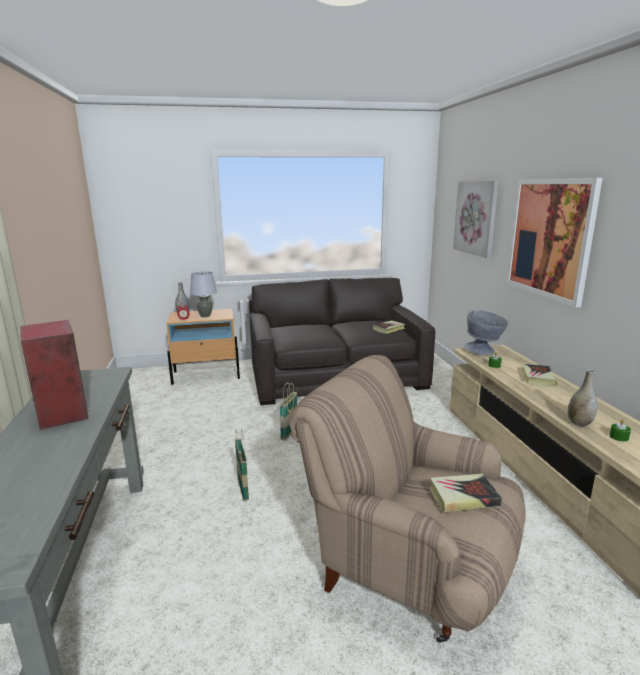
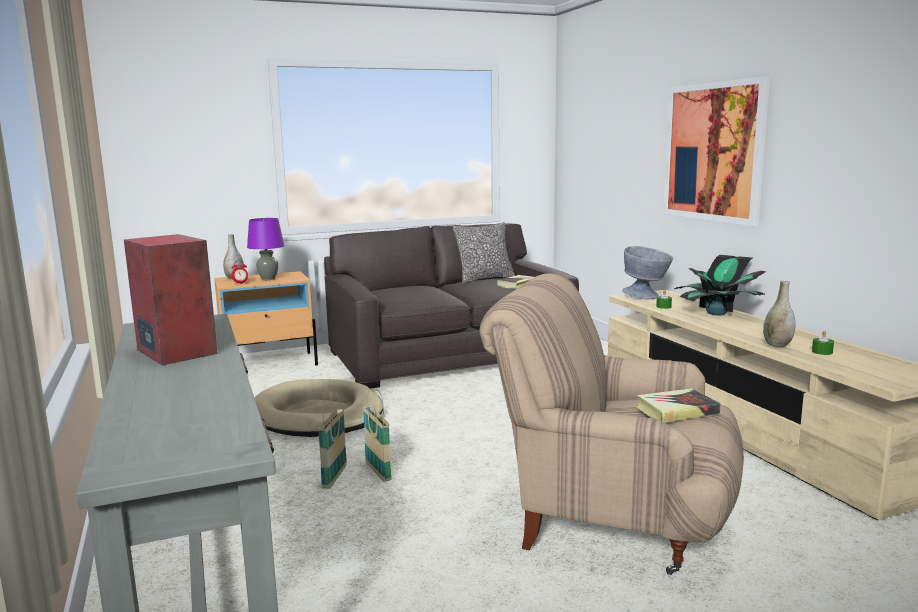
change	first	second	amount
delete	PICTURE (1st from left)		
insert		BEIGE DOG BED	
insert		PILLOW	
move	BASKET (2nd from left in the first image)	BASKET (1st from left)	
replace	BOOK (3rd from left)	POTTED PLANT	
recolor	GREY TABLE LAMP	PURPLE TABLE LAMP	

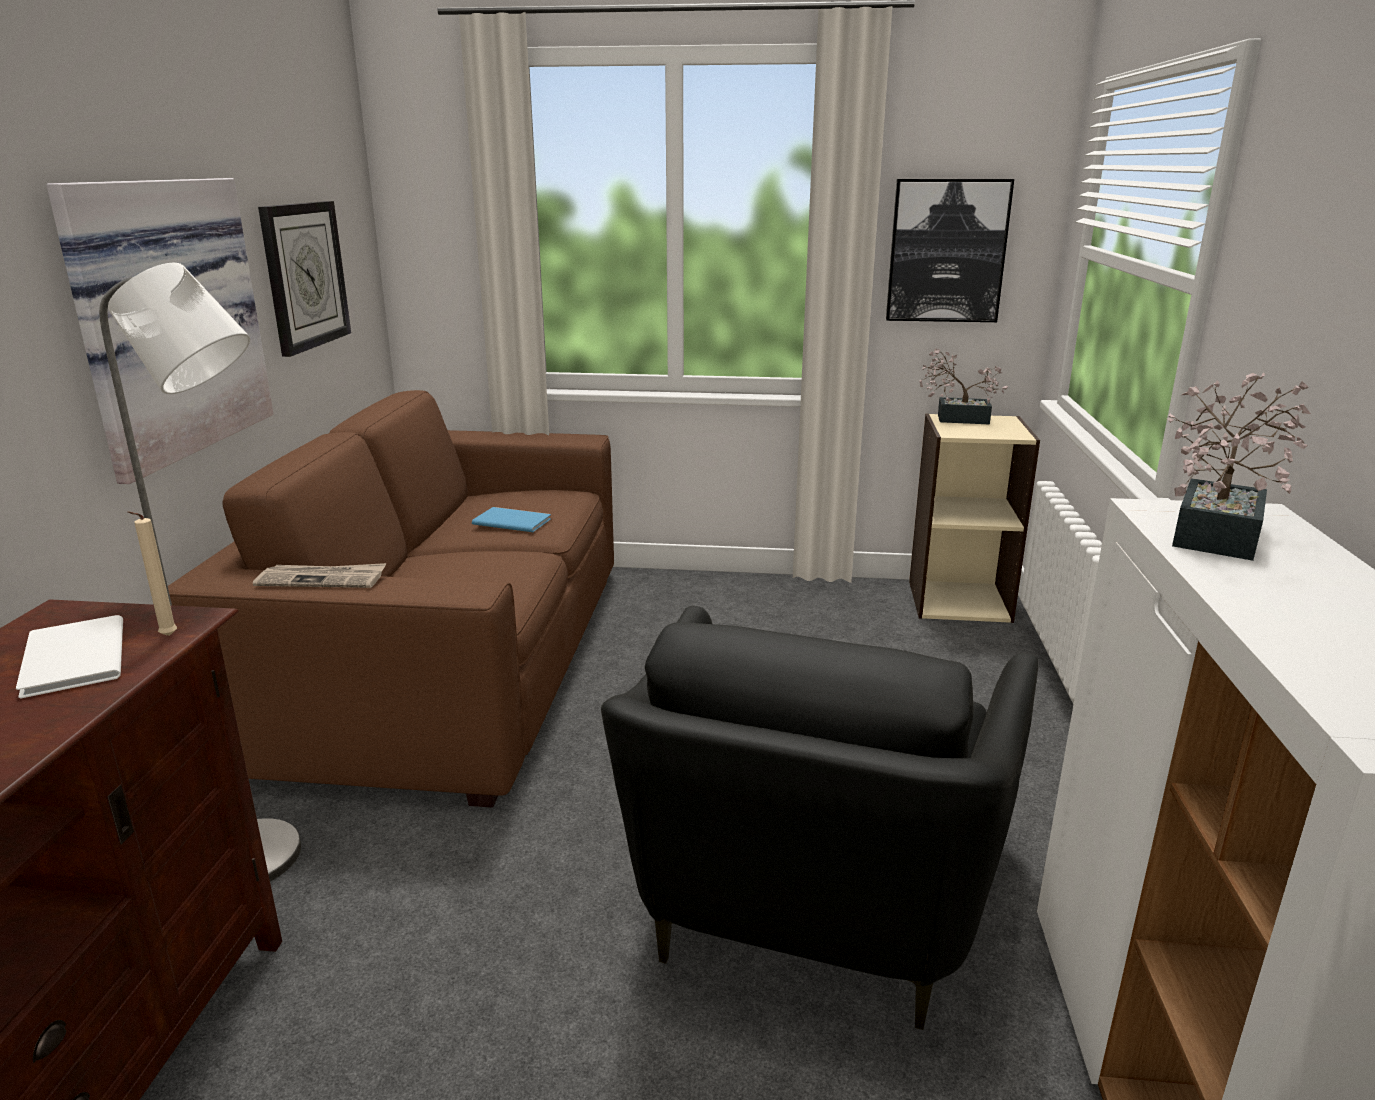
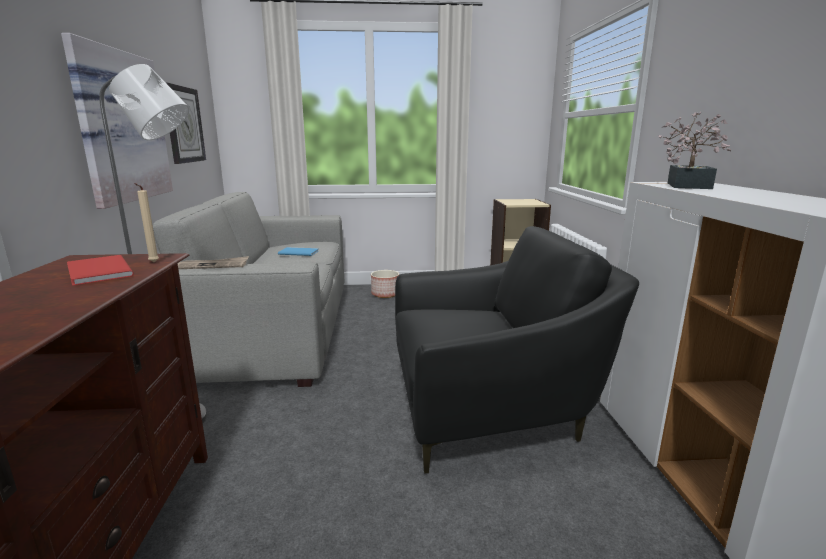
change	first	second	amount
delete	PICTURE (2nd from left)		
delete	POTTED PLANT (1st from left)		
insert		PLANTER	
recolor	WHITE BOOK	RED BOOK	
recolor	BROWN SOFA	GREY SOFA	
rotate	BLACK ARMCHAIR		105 degrees counterclockwise

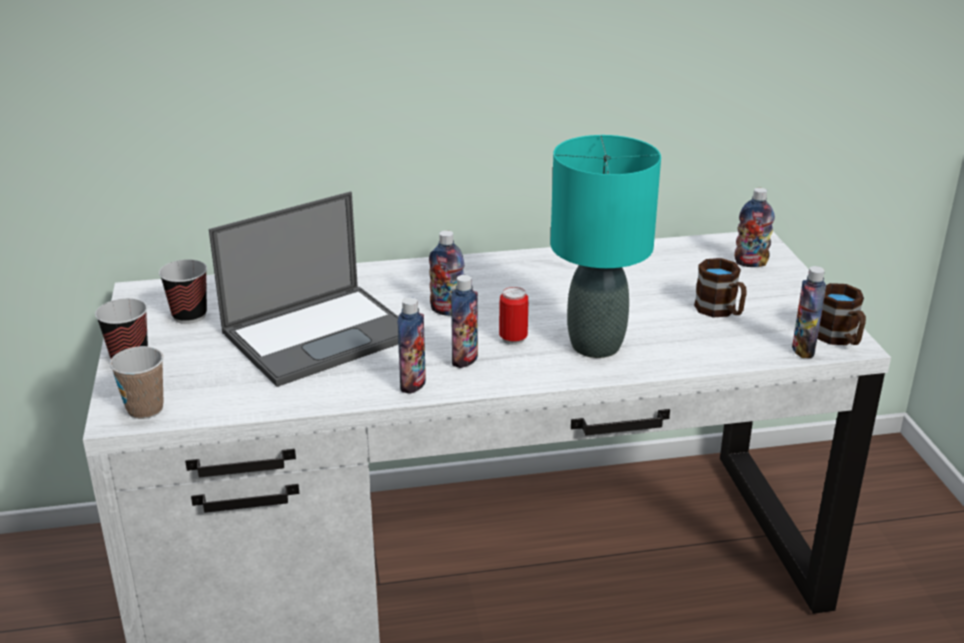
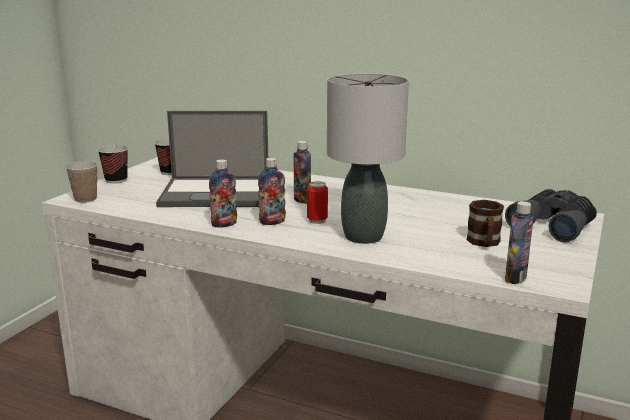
change	first	second	amount
delete	BROWN MUG (2nd from left)		
replace	BOTTLE (4th from left)	GREY BINOCULARS	
recolor	TURQUOISE TABLE LAMP	GREY TABLE LAMP	

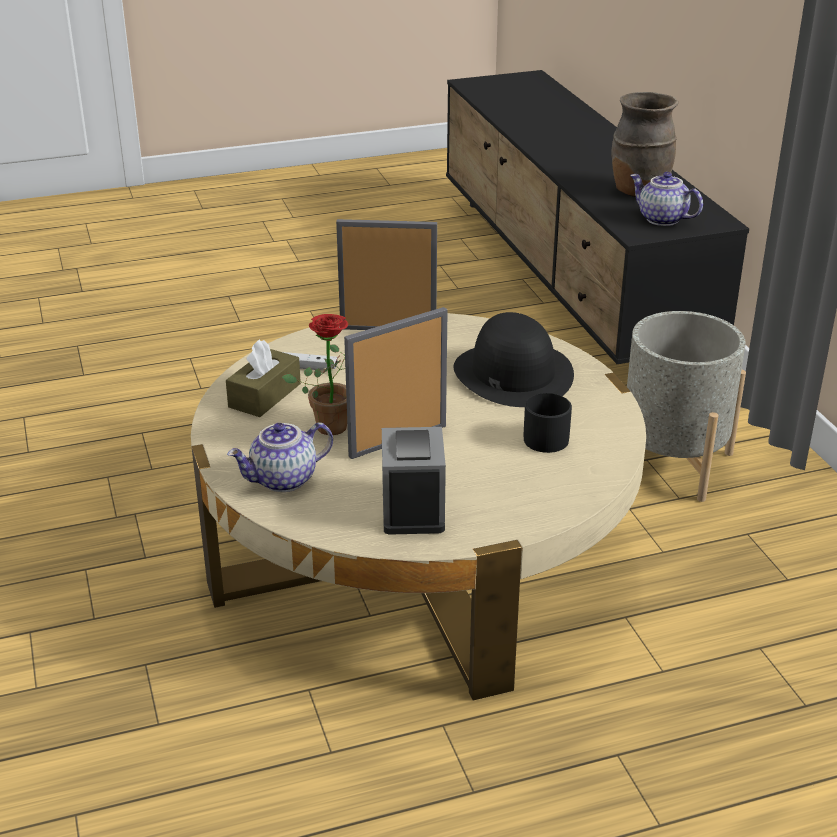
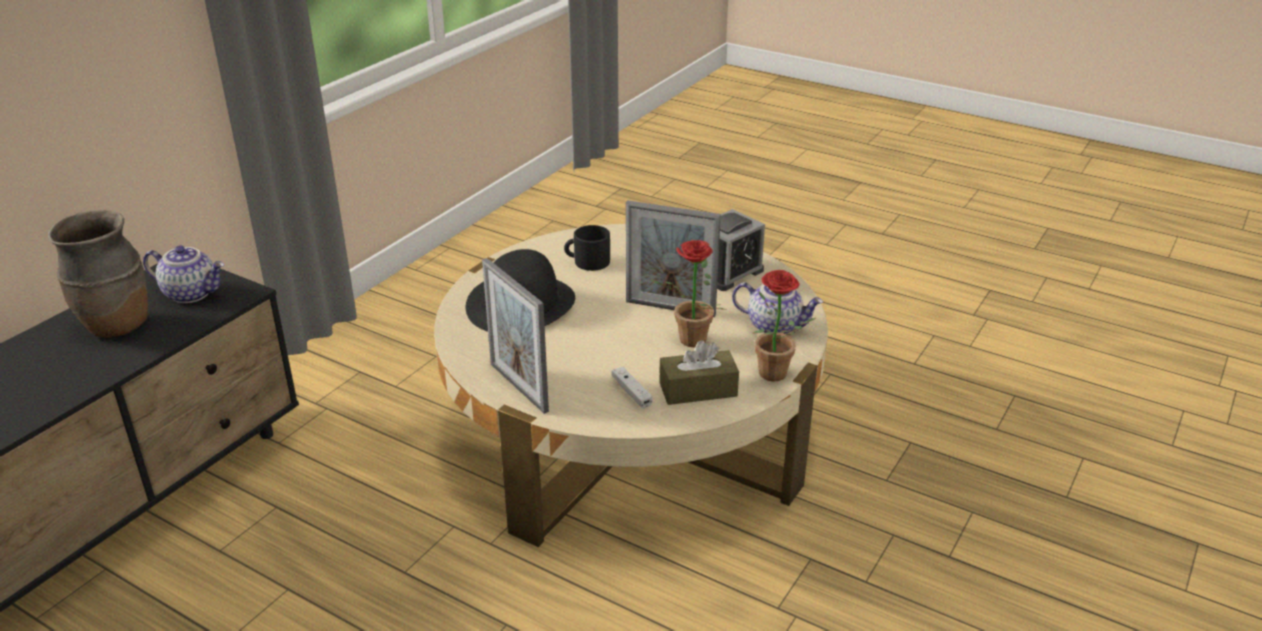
change	first	second	amount
delete	GREY PLANTER		
insert		POTTED PLANT (2nd from left)	
rotate	TEAPOT (2nd from left in the first image)	TEAPOT (1st from left)	75 degrees counterclockwise

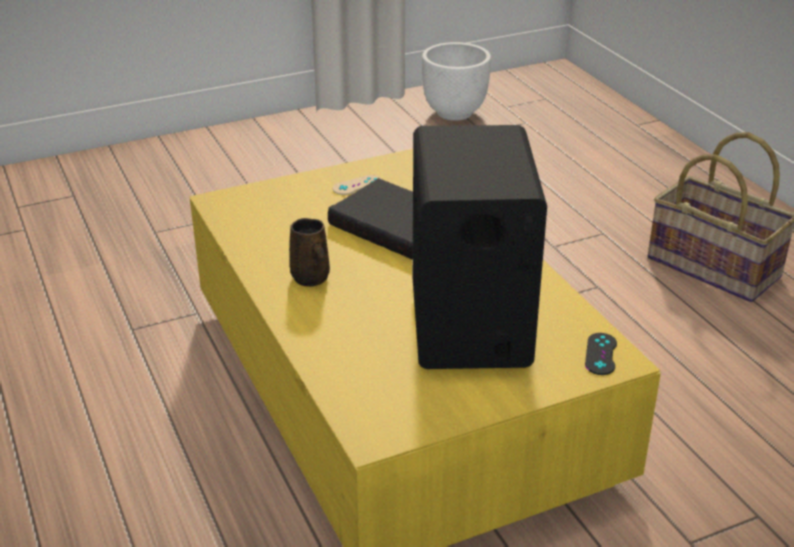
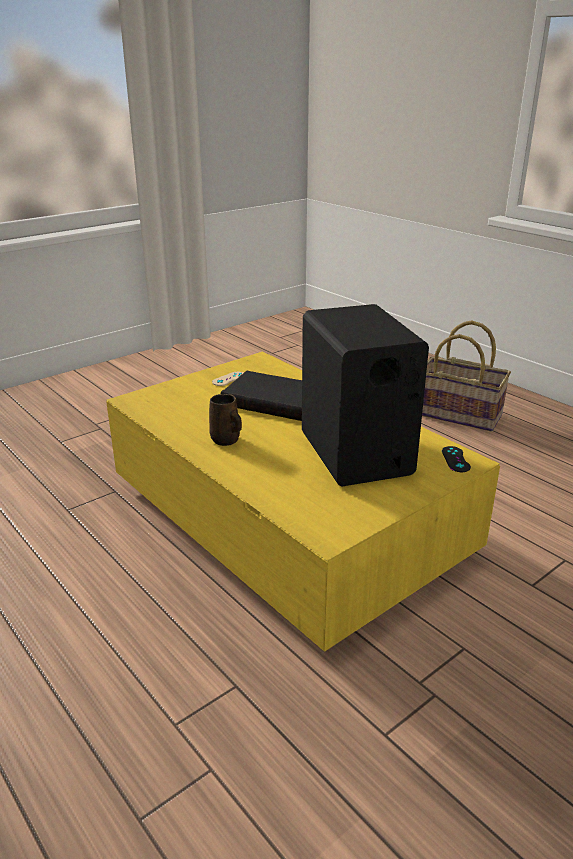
change	first	second	amount
delete	WHITE PLANTER		

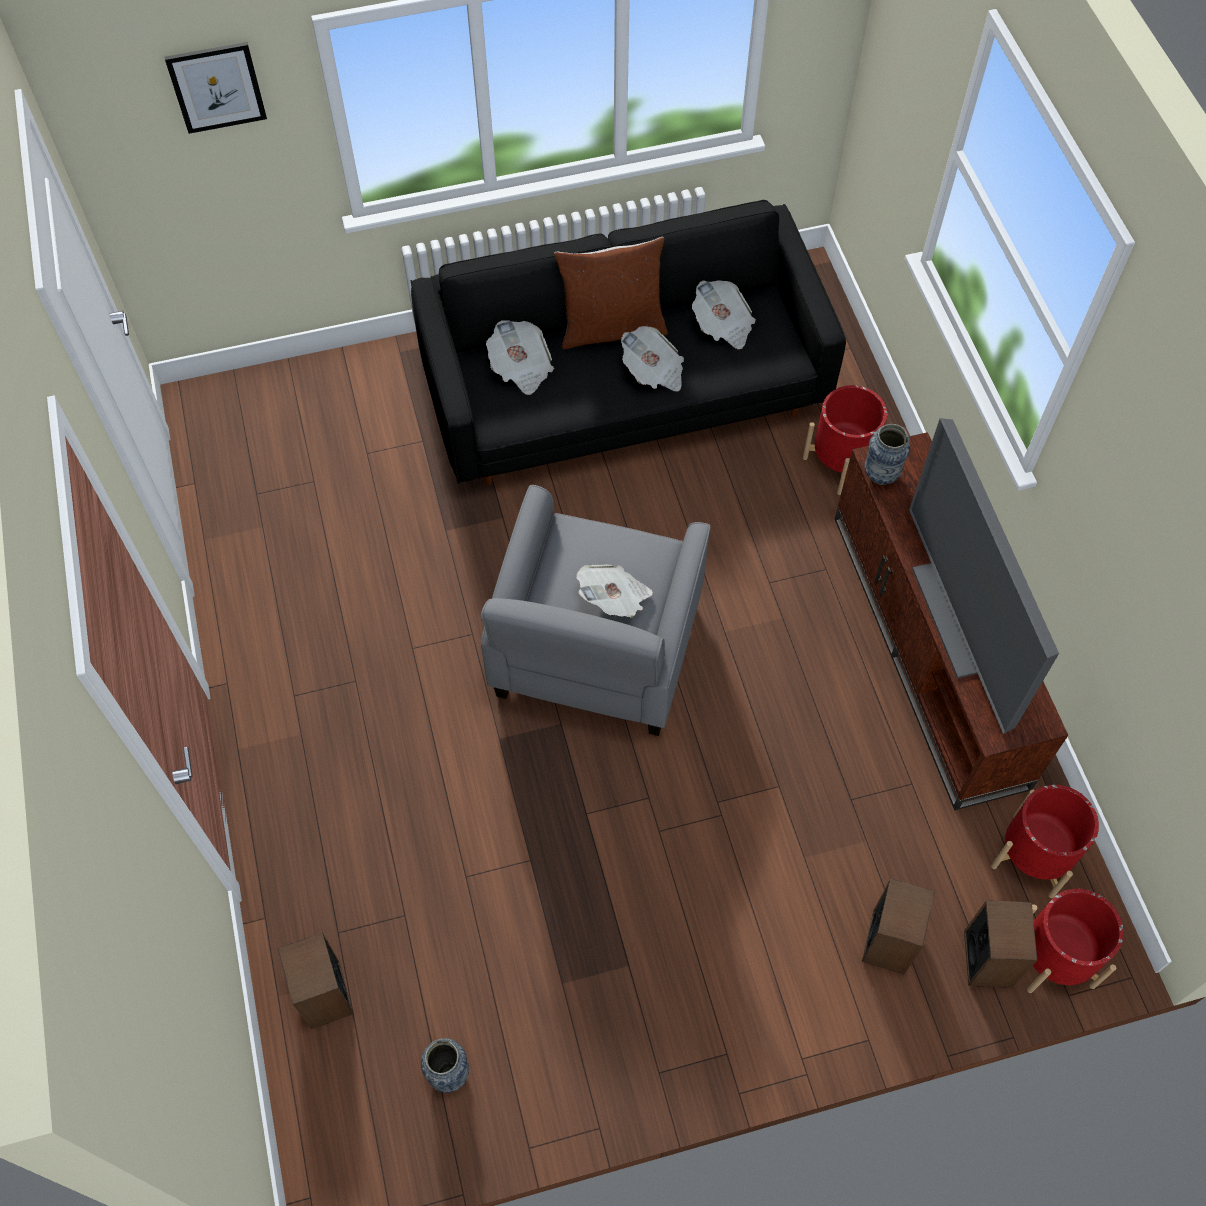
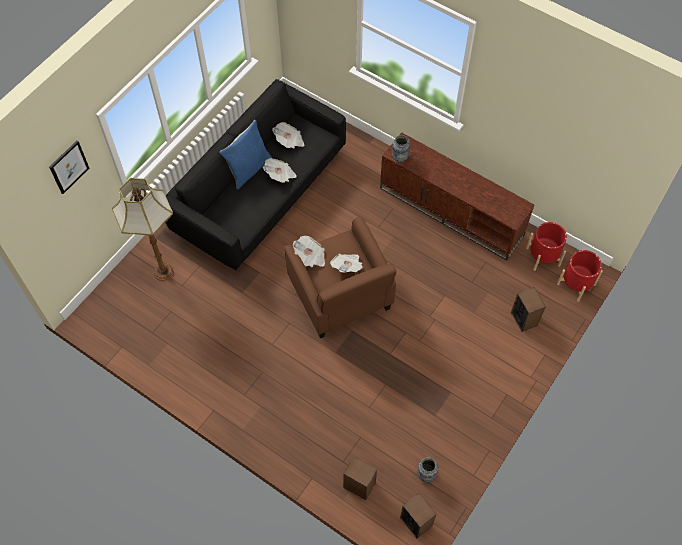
change	first	second	amount
delete	RED PLANTER (1st from left)		
delete	TELEVISION		
insert		FLOOR LAMP	
move	NEWSPAPER (1st from left in the first image)	NEWSPAPER (3rd from left)	
move	SPEAKER (3rd from left in the first image)	SPEAKER (2nd from left)	
recolor	GREY ARMCHAIR	BROWN ARMCHAIR	
recolor	BROWN PILLOW	BLUE PILLOW	

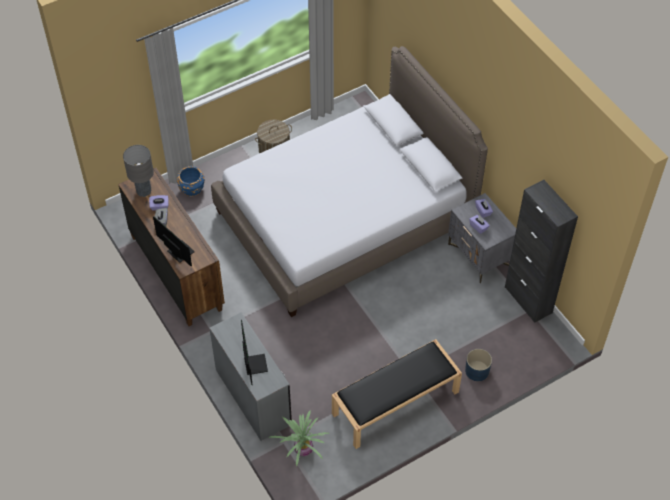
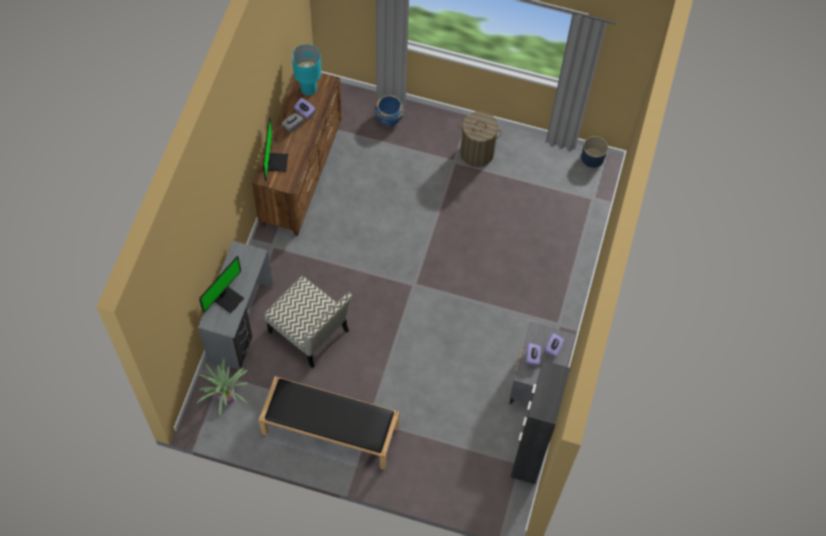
change	first	second	amount
delete	BED		
insert		CHAIR	
move	BLUE PLANTER (2nd from left)		
recolor	GREY TABLE LAMP	TURQUOISE TABLE LAMP	

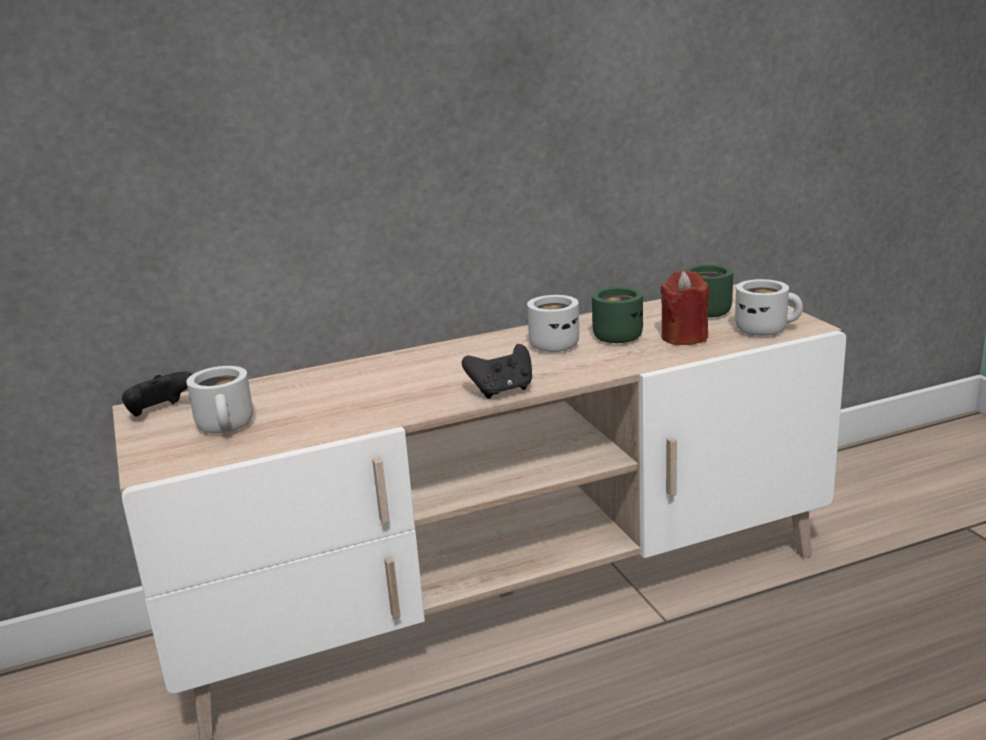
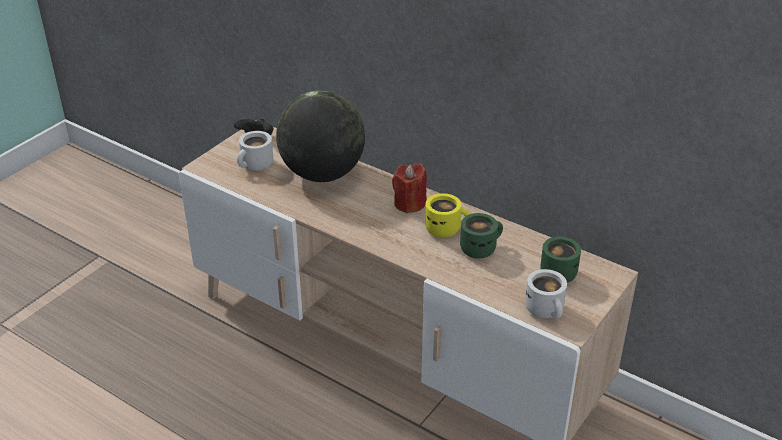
change	first	second	amount
delete	BLACK GAME CONTROLLER (2nd from left)		
insert		GLOBE	
move	RED CANDLE		
recolor	WHITE MUG (2nd from left)	YELLOW MUG	

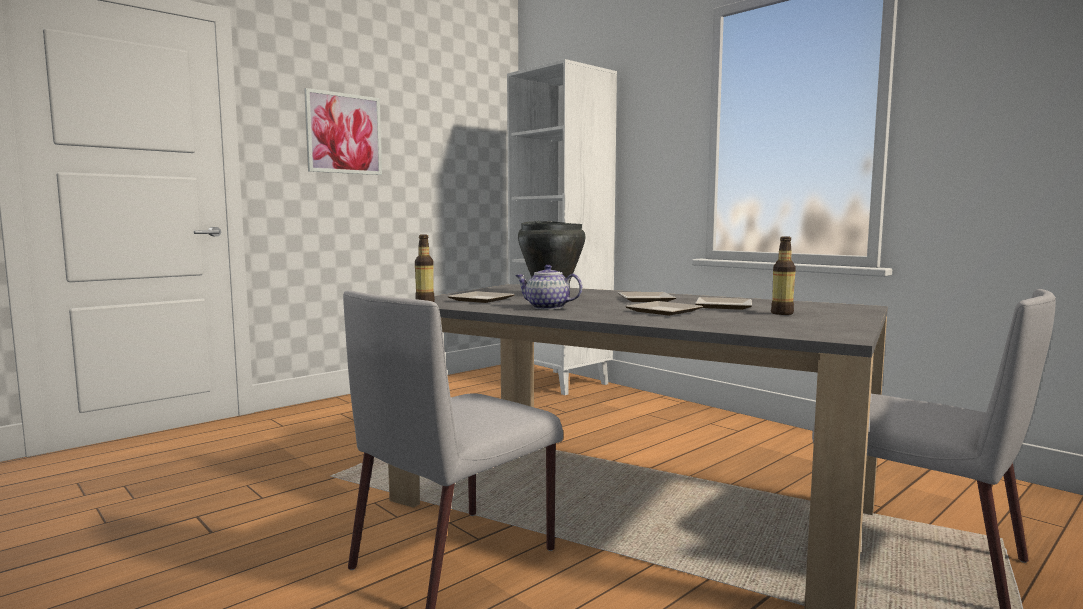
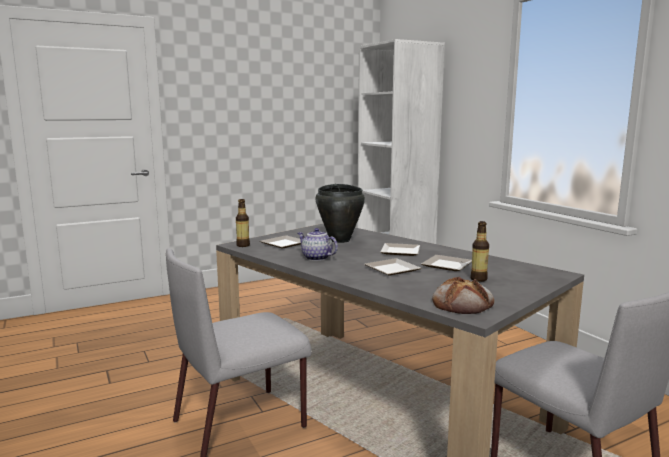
change	first	second	amount
delete	PICTURE		
insert		BREAD	

